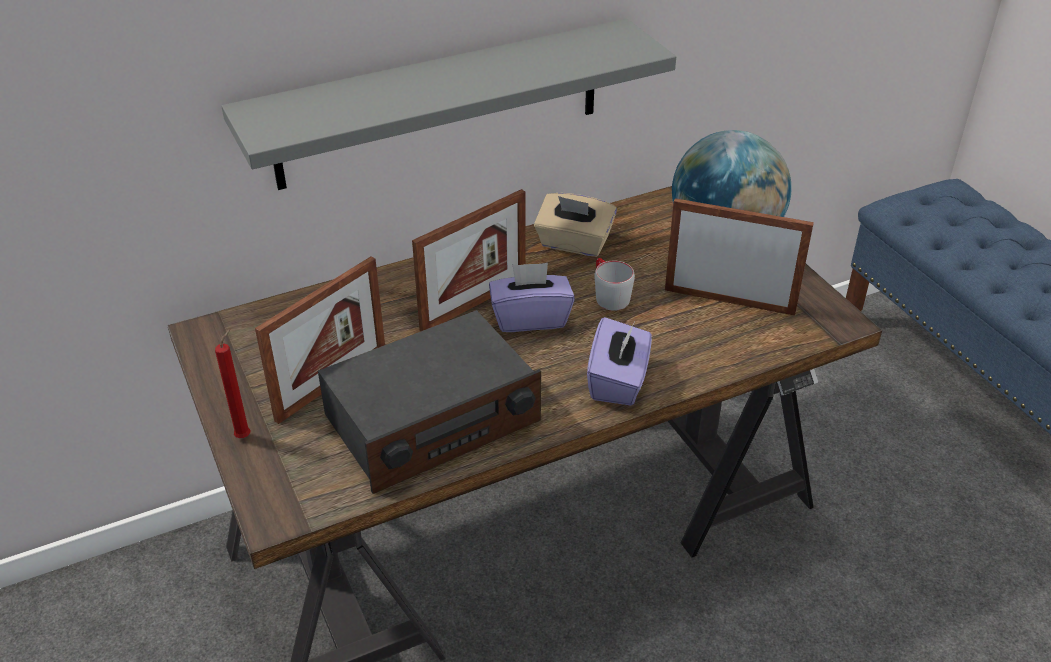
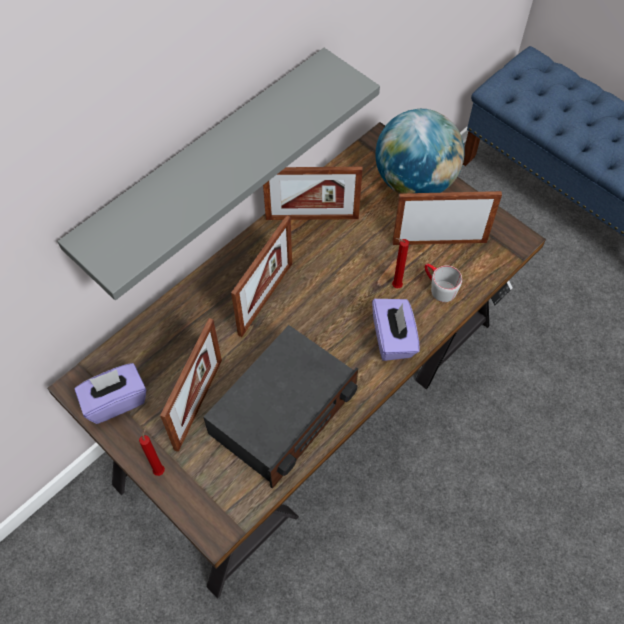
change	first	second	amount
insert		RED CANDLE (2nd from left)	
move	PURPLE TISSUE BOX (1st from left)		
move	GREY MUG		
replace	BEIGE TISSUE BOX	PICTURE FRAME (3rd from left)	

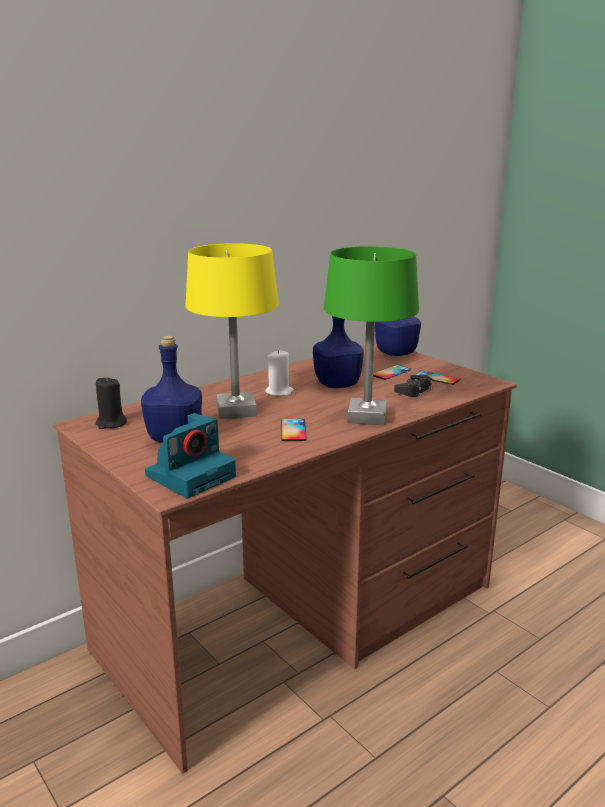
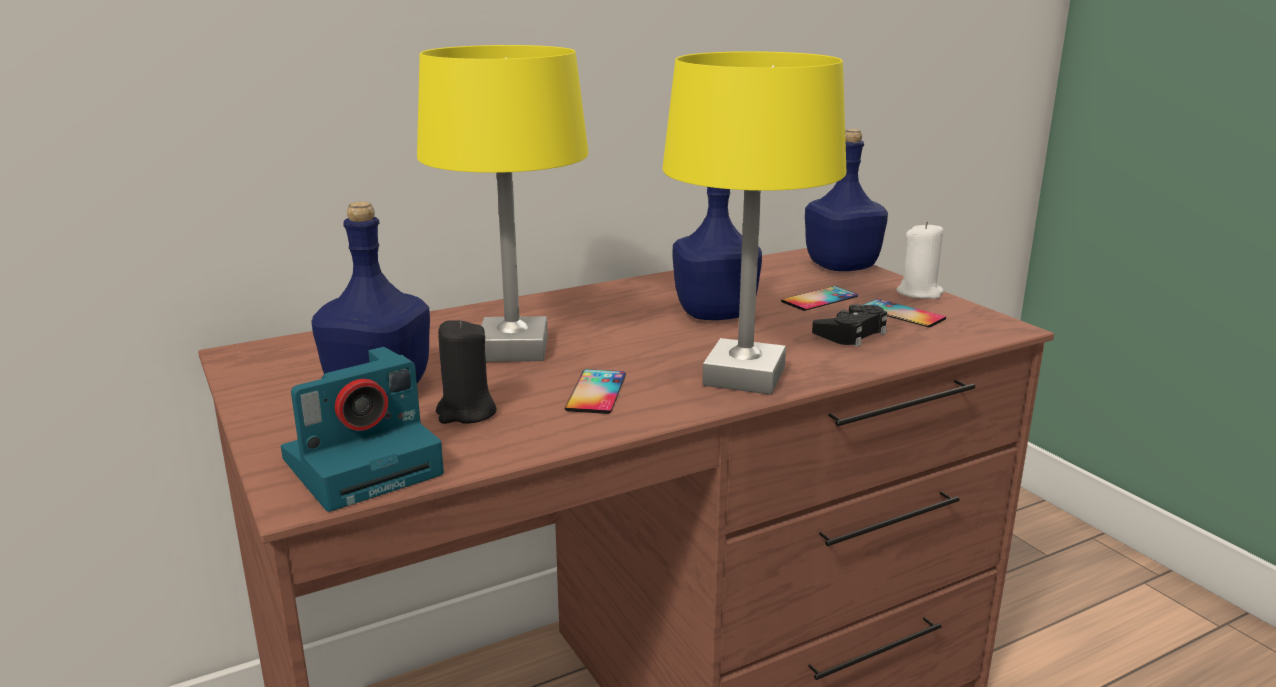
change	first	second	amount
move	BLACK CANDLE		
move	WHITE CANDLE		
recolor	GREEN TABLE LAMP	YELLOW TABLE LAMP (2nd from left)	

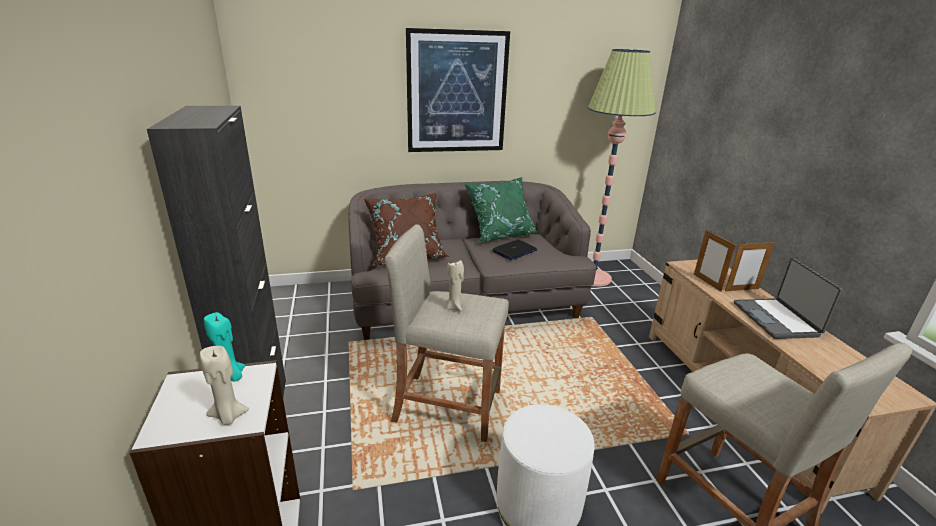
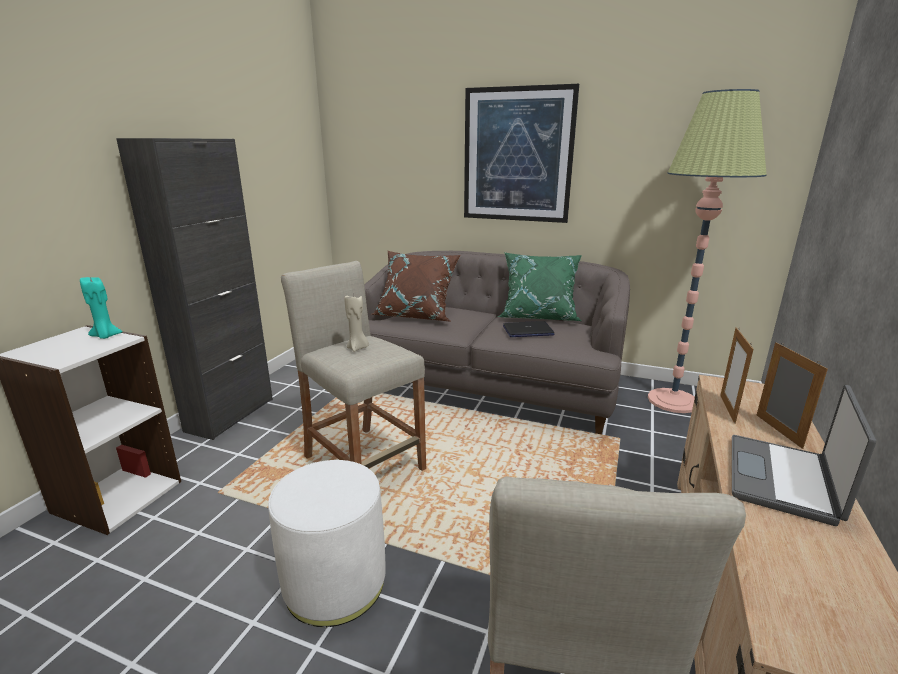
change	first	second	amount
delete	BEIGE CANDLE (1st from left)		
rotate	PICTURE FRAME (2nd from left)		120 degrees counterclockwise

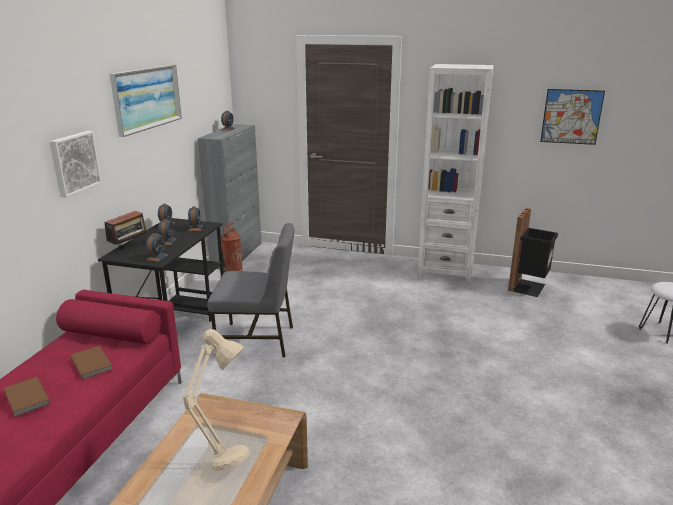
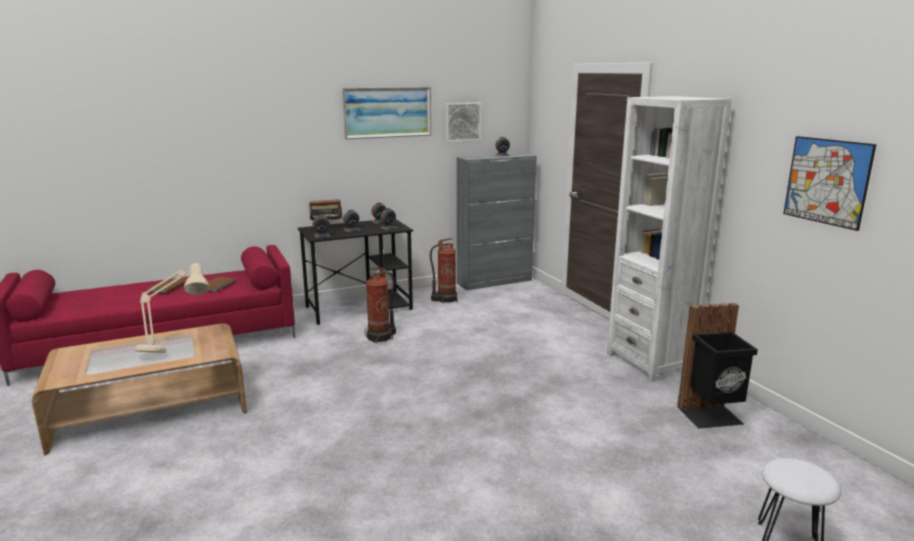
change	first	second	amount
move	PICTURE (1st from left in the first image)	PICTURE (2nd from left)	
replace	GREY CHAIR	FIRE EXTINGUISHER (1st from left)	

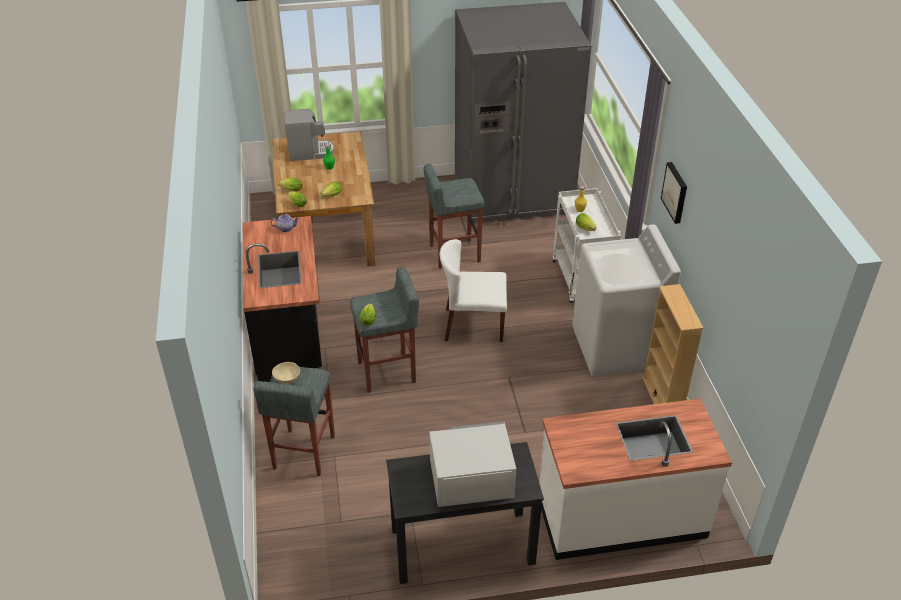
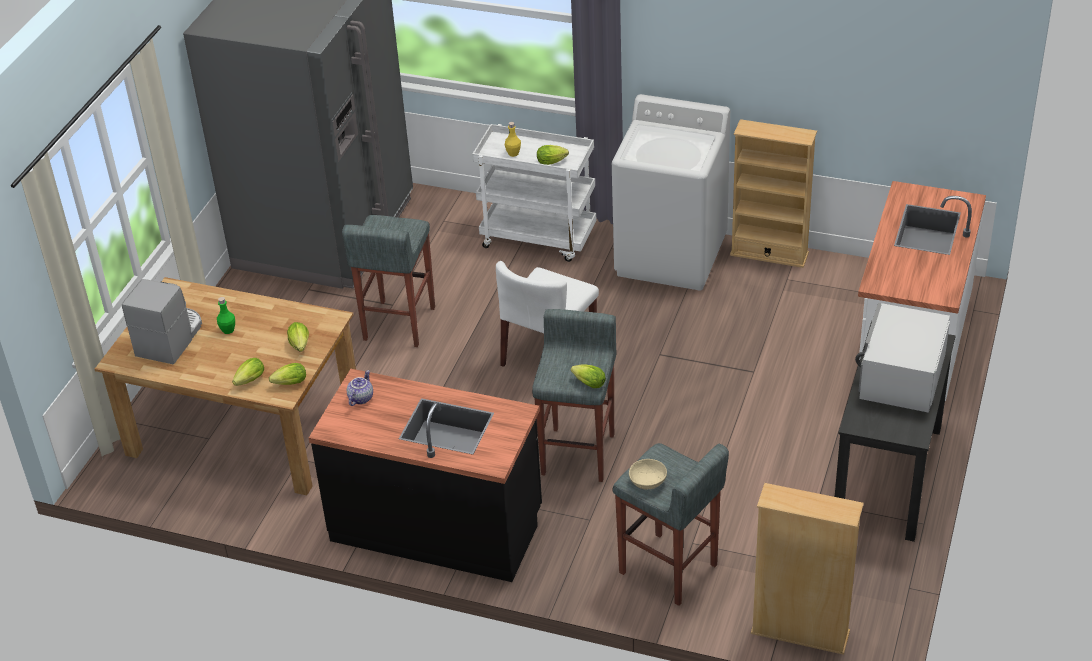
change	first	second	amount
delete	PICTURE		
insert		BEIGE BOOKCASE (2nd from left)	

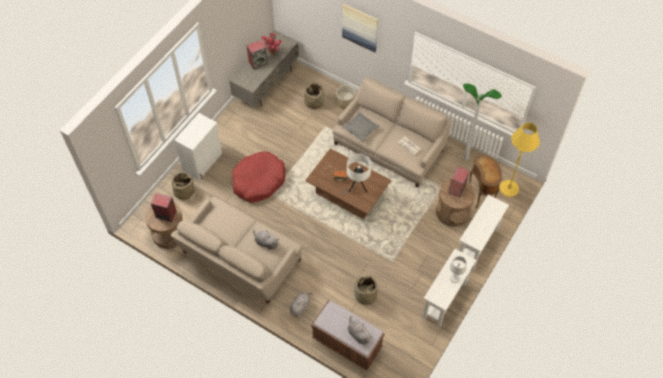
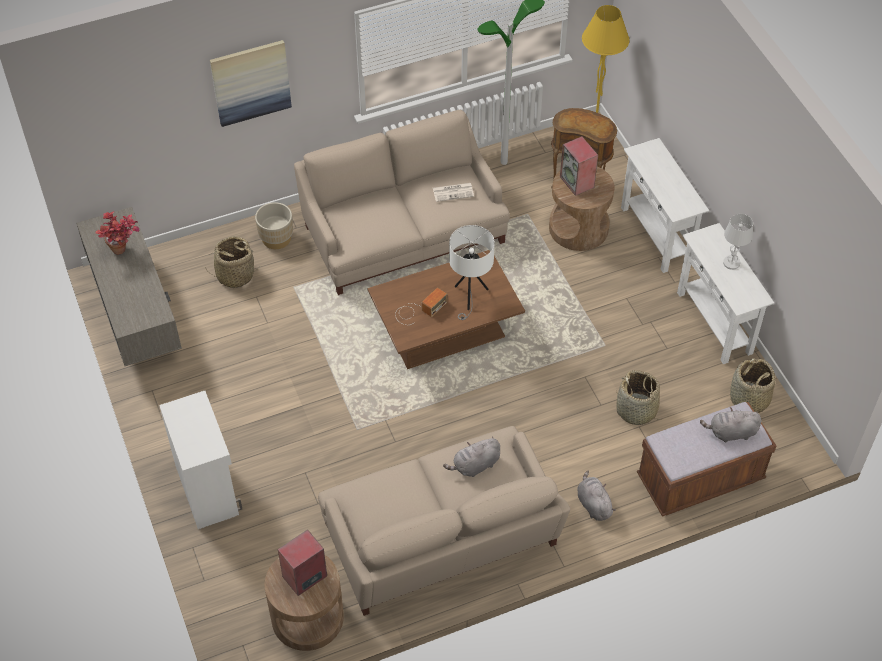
change	first	second	amount
delete	RED DOG BED		
delete	SPEAKER (2nd from left)		
delete	GREY PILLOW		
move	BASKET (1st from left in the first image)	BASKET (3rd from left)	

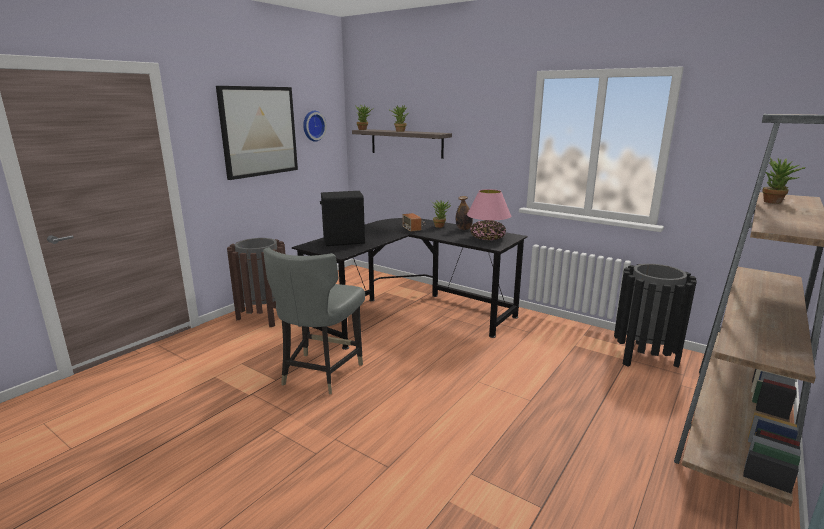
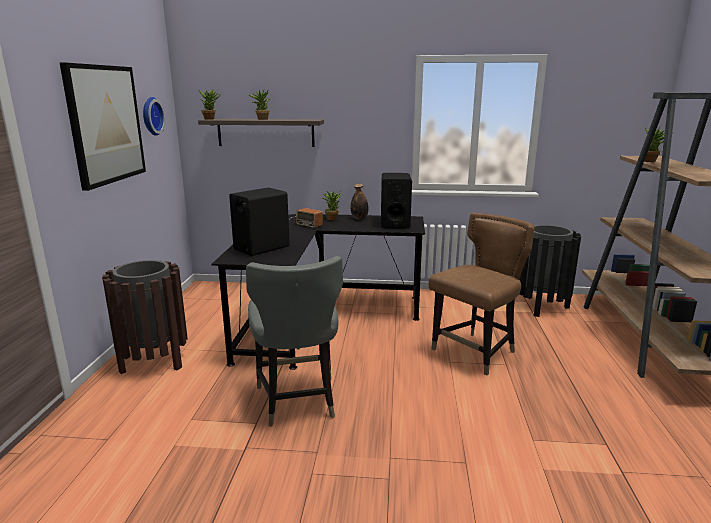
change	first	second	amount
insert		BROWN CHAIR	
replace	PINK TABLE LAMP	BLACK SPEAKER (2nd from left)	

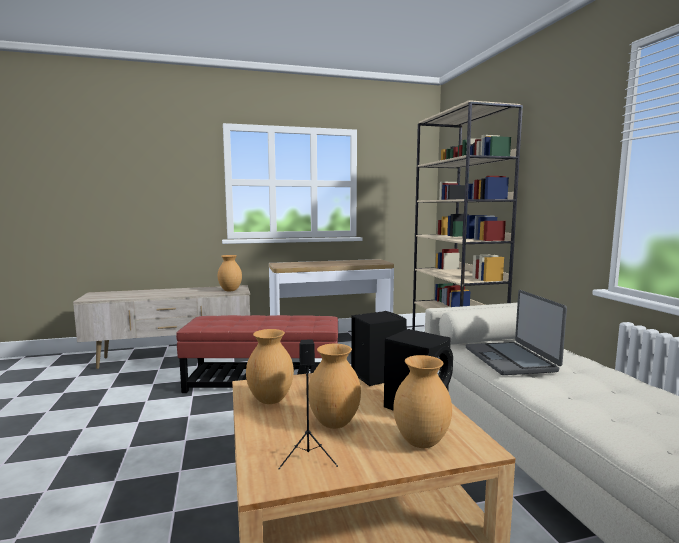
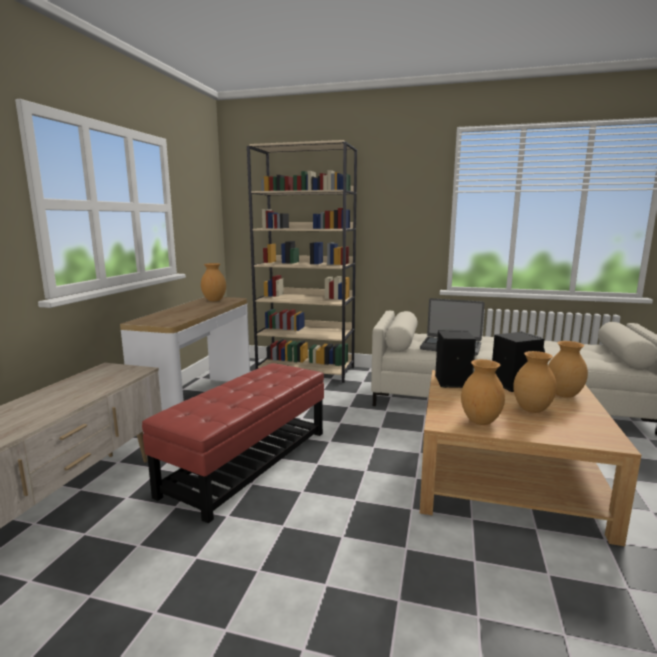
change	first	second	amount
delete	BLACK SPEAKER (1st from left)		
move	BROWN VASE (1st from left)		

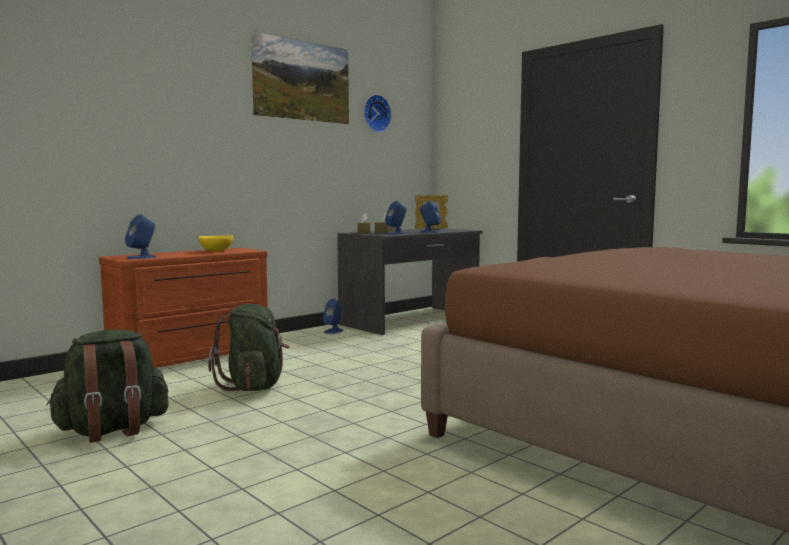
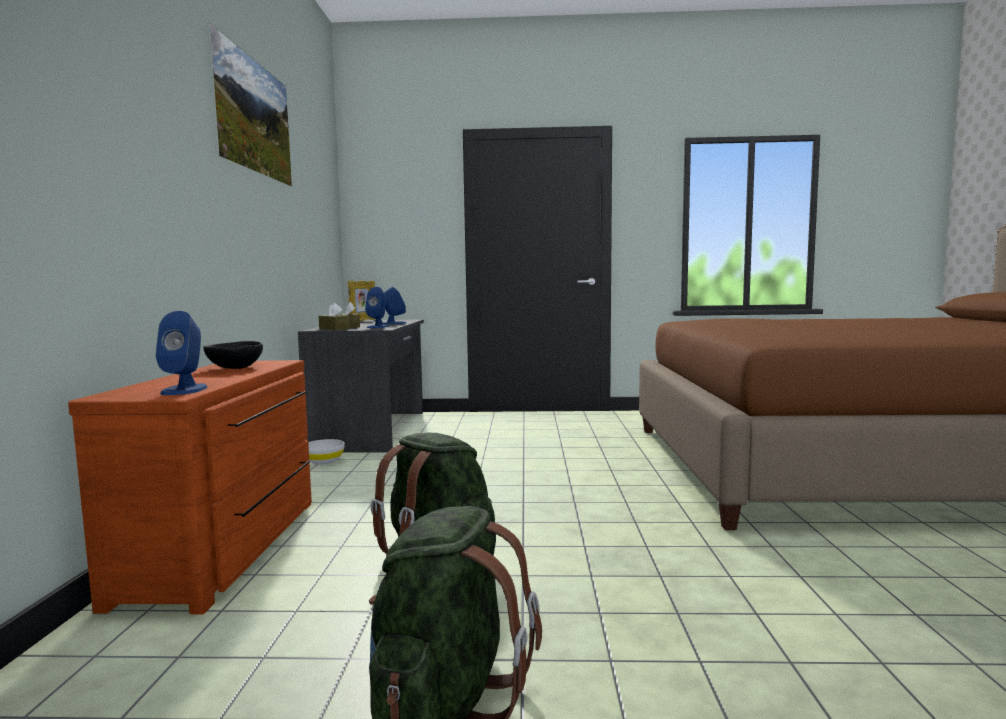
change	first	second	amount
delete	WALL CLOCK		
replace	BLUE SPEAKER (2nd from left)	WHITE BOWL	
recolor	YELLOW BOWL	BLACK BOWL	

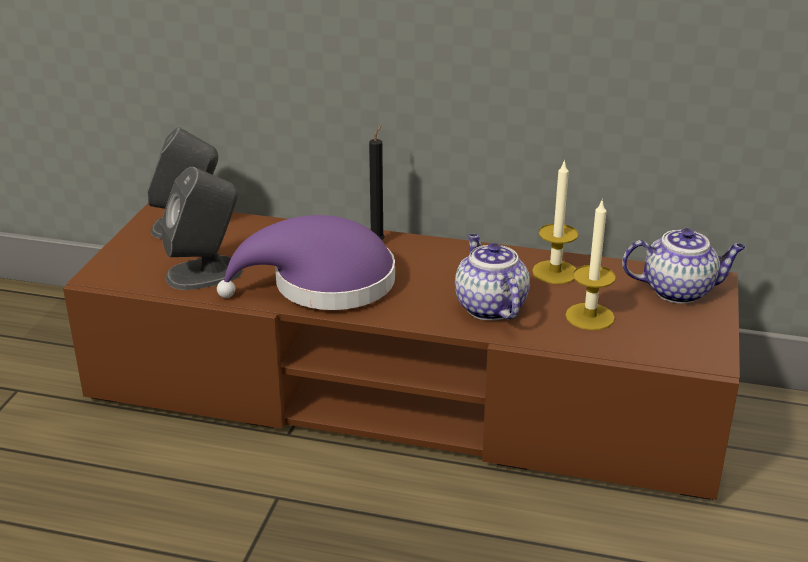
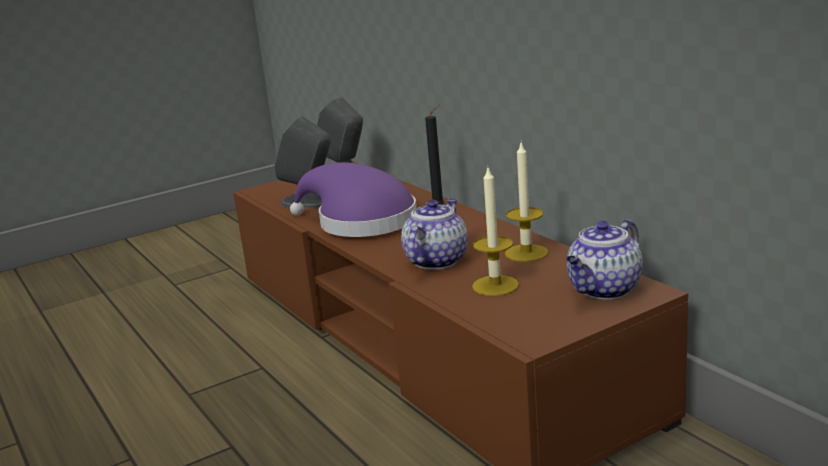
change	first	second	amount
rotate	TEAPOT (2nd from left)		90 degrees clockwise

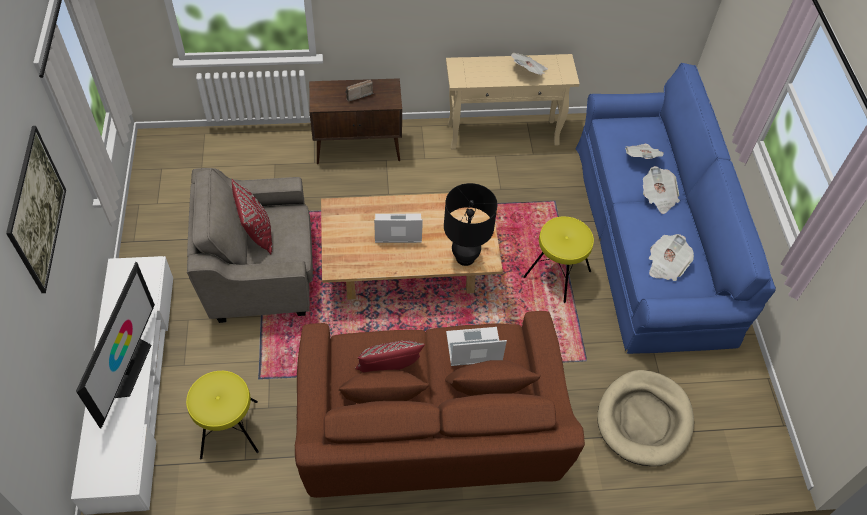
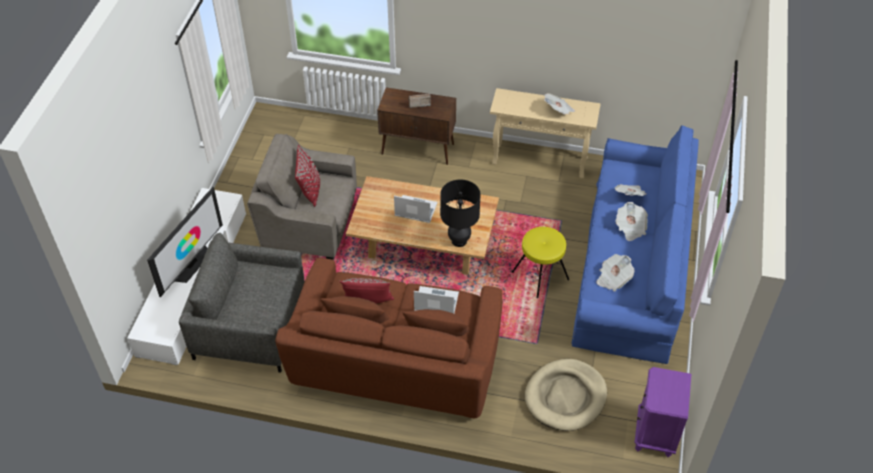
change	first	second	amount
delete	PICTURE		
insert		PURPLE NIGHTSTAND	
replace	YELLOW STOOL (1st from left)	GREY ARMCHAIR (1st from left)	

